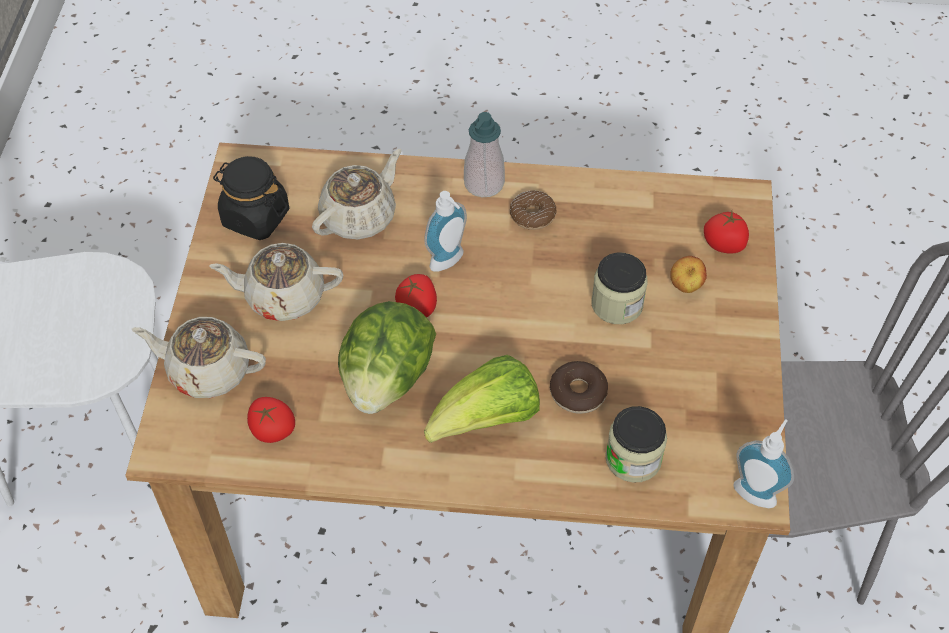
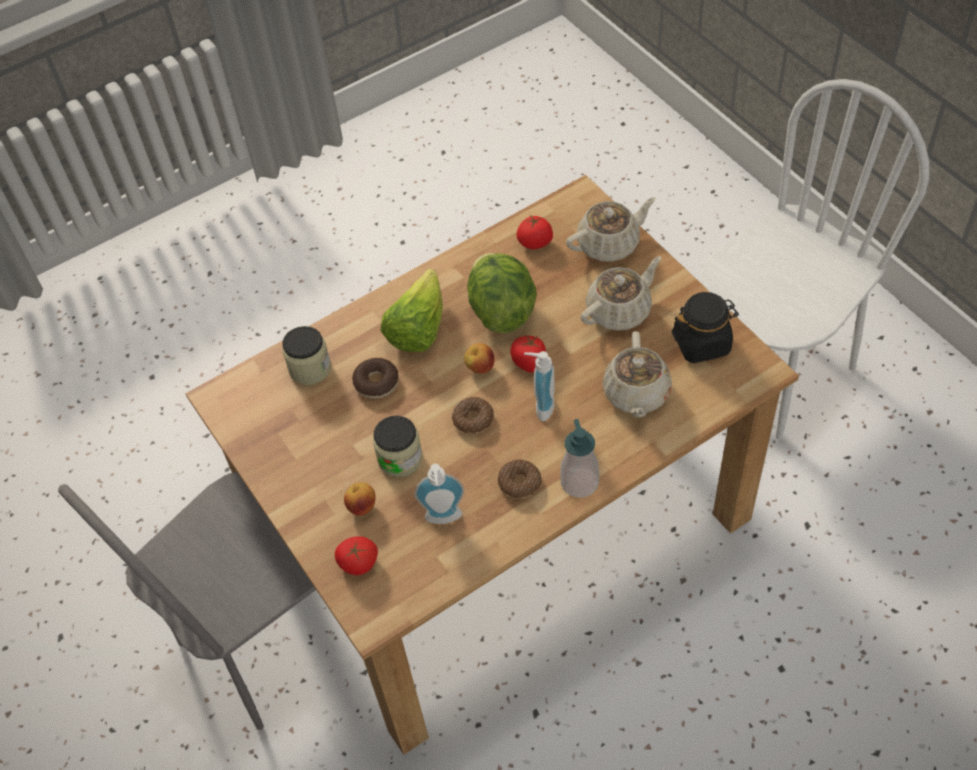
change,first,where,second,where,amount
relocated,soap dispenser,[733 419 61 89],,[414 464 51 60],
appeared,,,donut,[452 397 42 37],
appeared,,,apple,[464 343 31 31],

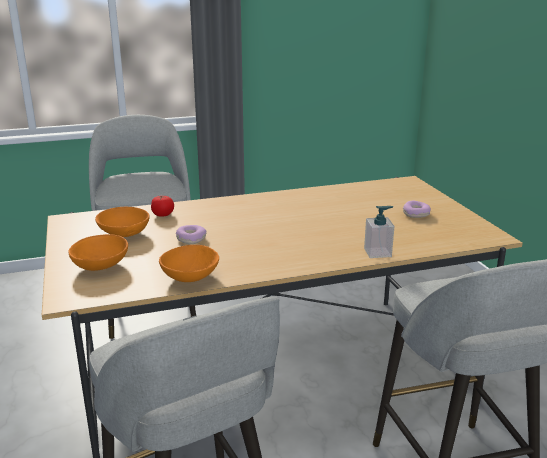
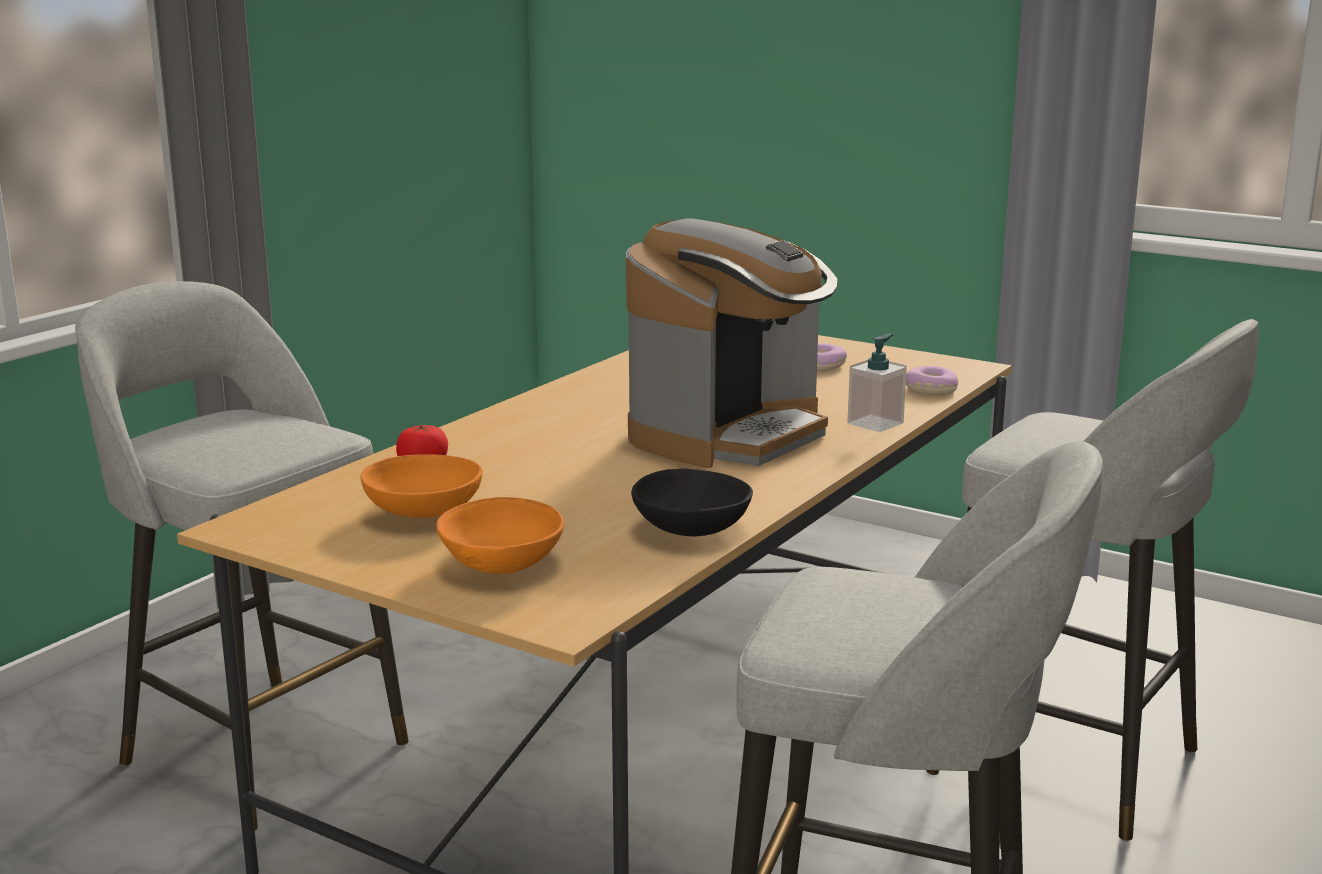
change,first,where,second,where,amount
colour,bowl (orange),[159 245 60 37],bowl (black),[631 468 122 68],
relocated,donut,[176 225 30 19],,[906 366 52 29],
appeared,,,coffee machine,[626 218 212 250],

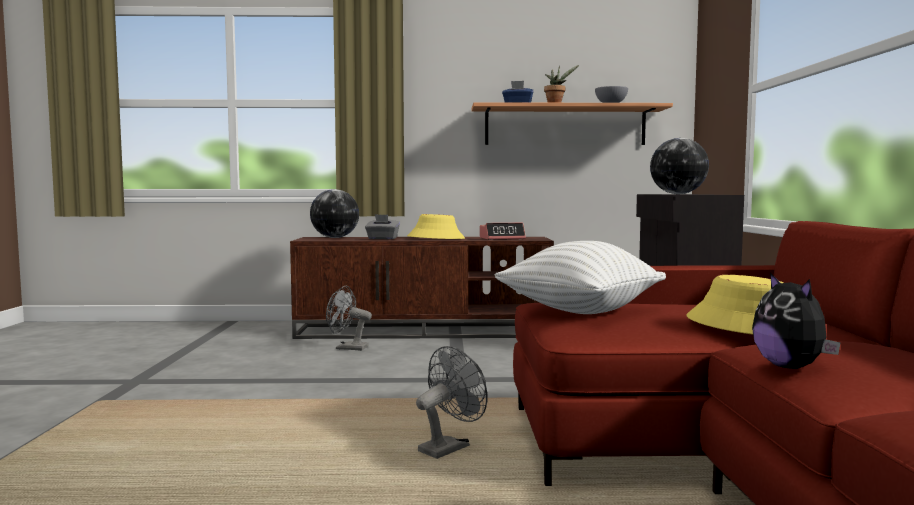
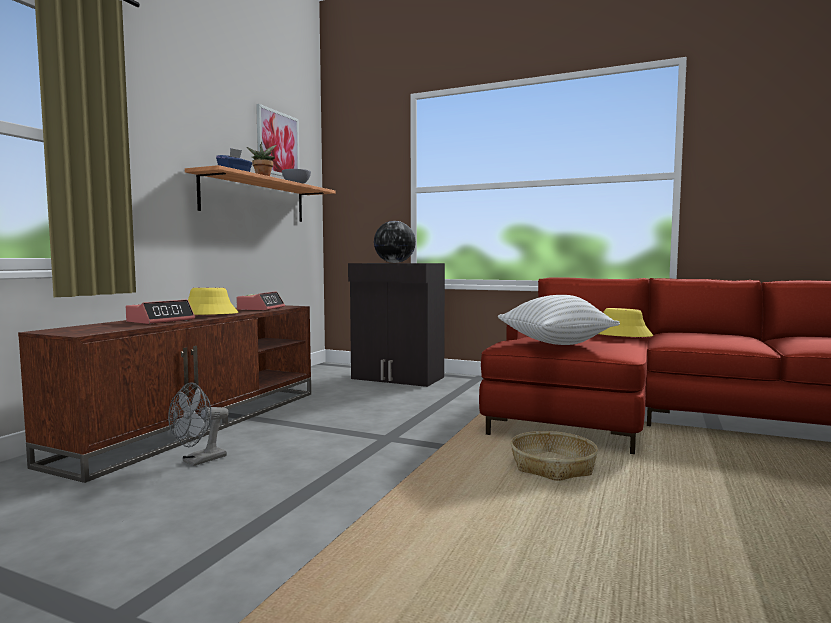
change,first,where,second,where,amount
missing,globe,[310 189 49 49],,,
exchanged,tissue box (grey),[365 214 35 25],alarm clock,[126 300 69 24],
exchanged,fan (grey),[416 346 72 113],basket,[511 431 87 50],
missing,plush toy,[752 273 89 96],,,
appeared,,,picture,[256 104 44 72],

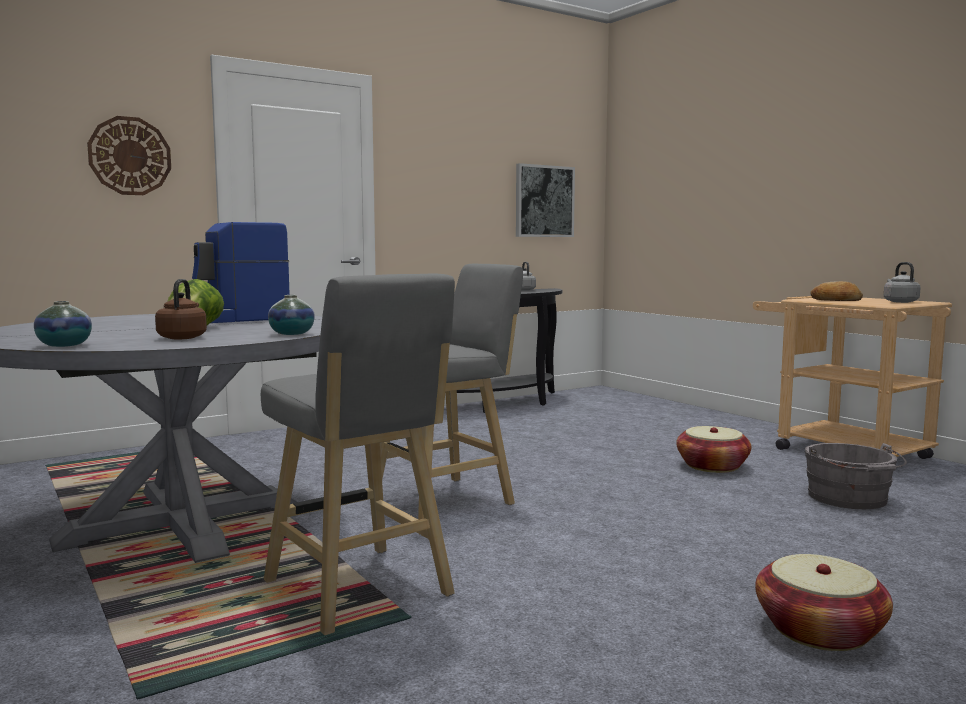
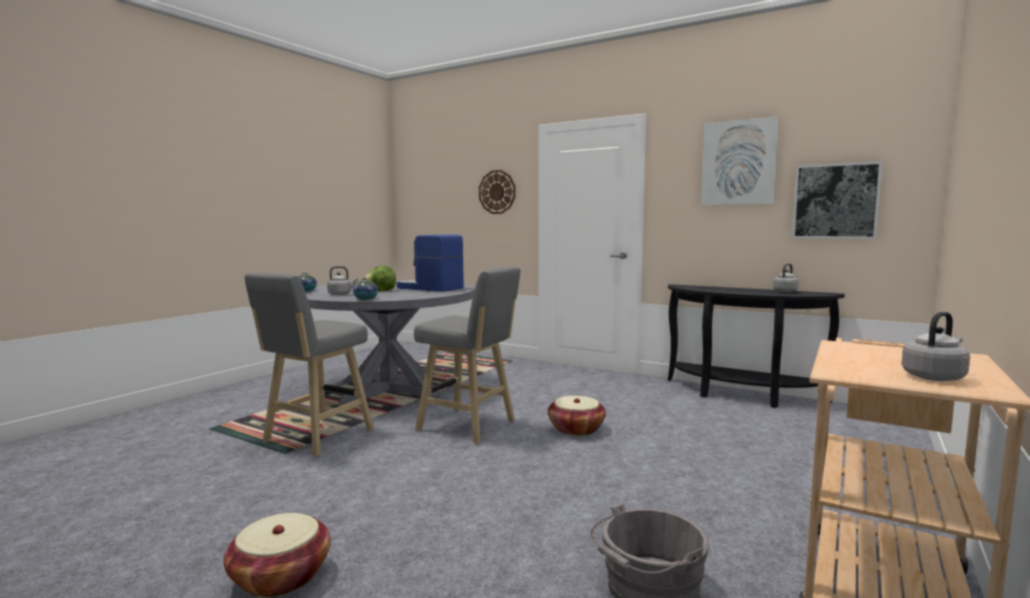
change,first,where,second,where,amount
colour,kettle (brown),[155 279 52 60],kettle (grey),[327 266 31 29],
relocated,basket,[676 426 75 47],,[548 396 58 40],
missing,bread,[810 281 53 20],,,
appeared,,,picture,[701 116 78 89],

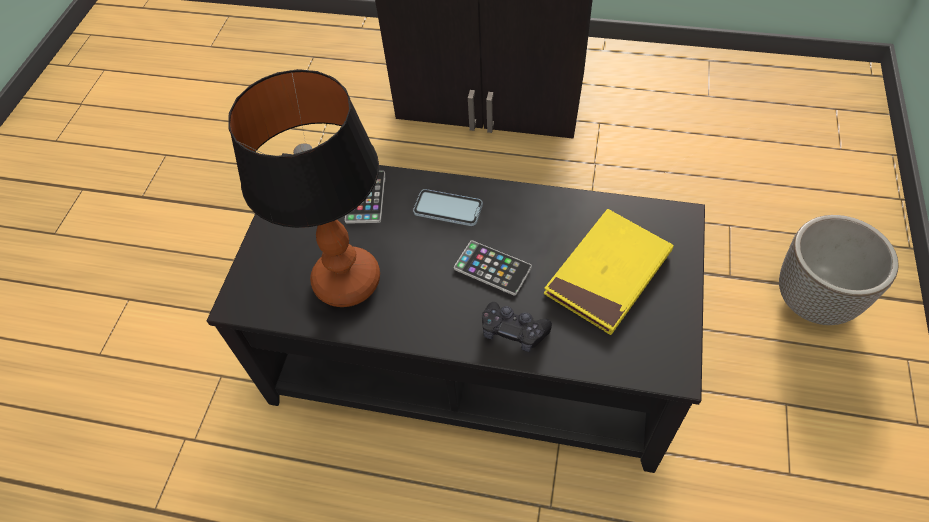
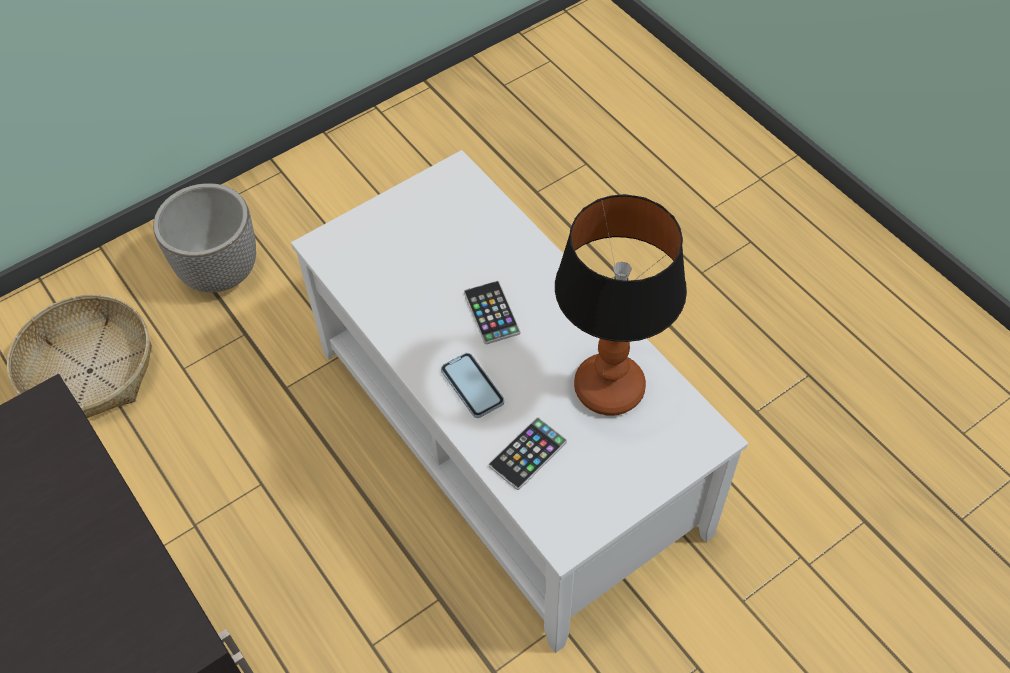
change,first,where,second,where,amount
colour,coffee table (black),[207 153 498 320],coffee table (white),[291 150 457 503],
missing,game controller (black),[482 302 70 50],,,
missing,book (yellow),[544 209 130 126],,,
appeared,,,basket,[7 294 145 124],

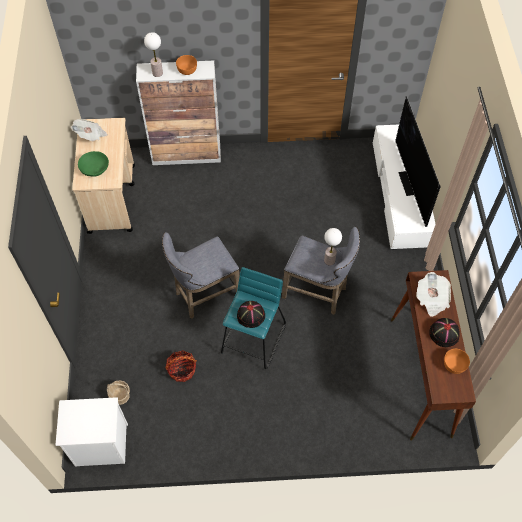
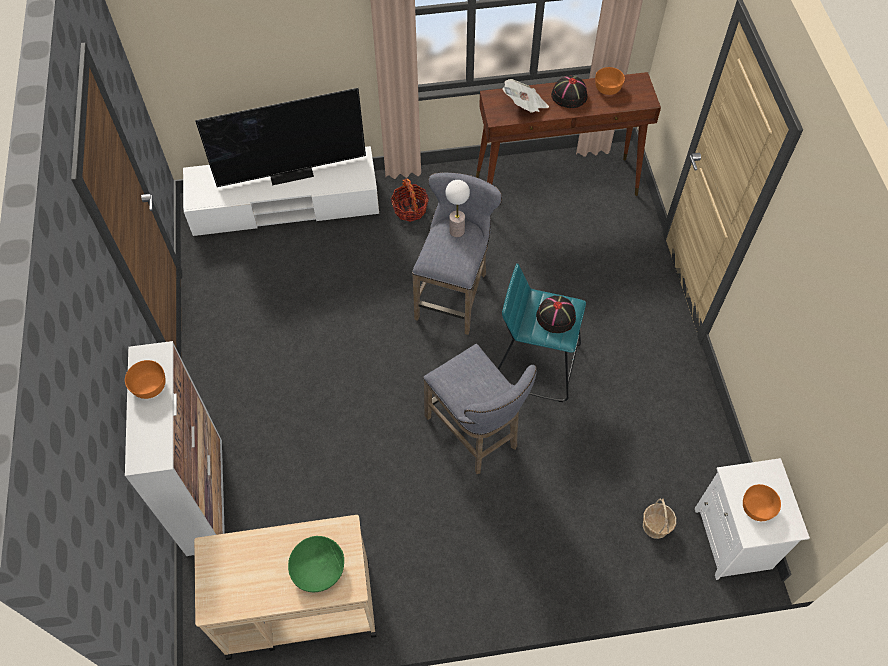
change,first,where,second,where,amount
missing,newspaper,[71 119 37 22],,,
missing,table lamp,[144 32 19 45],,,
relocated,basket,[165 350 32 32],,[391 179 38 43],
appeared,,,bowl (orange),[743 484 38 37],

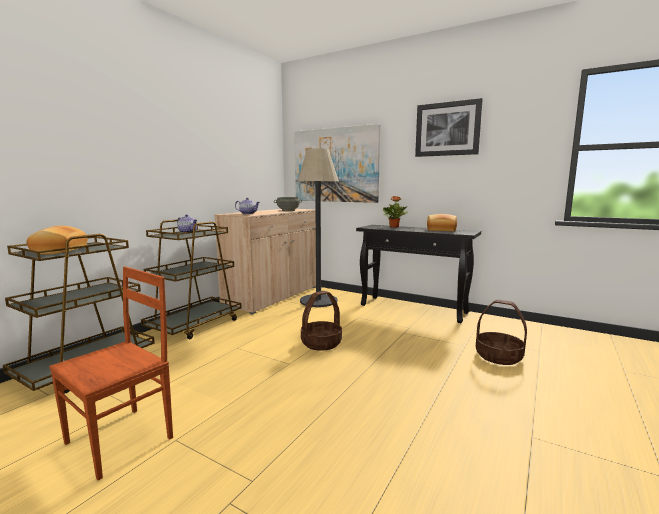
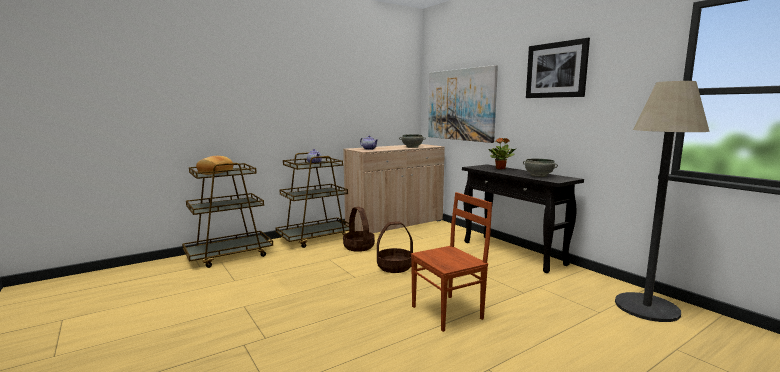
change,first,where,second,where,amount
relocated,chair (brown),[49 266 124 215],,[411 192 81 140],
relocated,floor lamp,[298 148 41 159],,[615 81 95 241],
exchanged,bread,[427 214 30 18],bowl (grey),[523 159 35 18],
relocated,basket,[476 300 51 65],,[343 207 32 45],

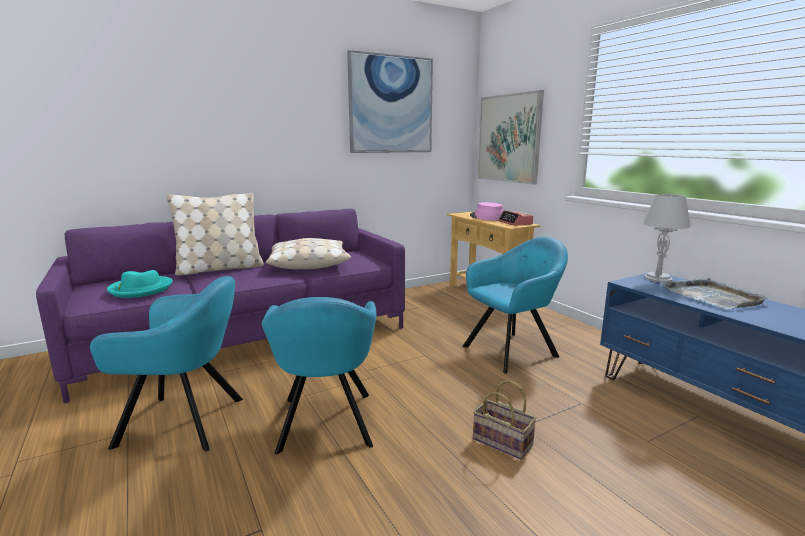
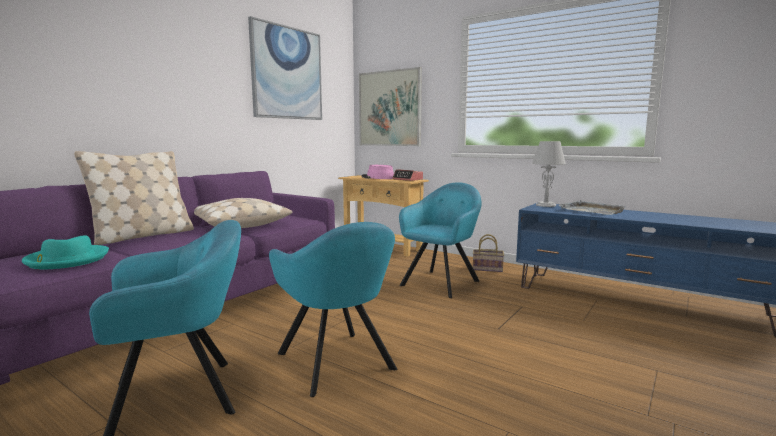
change,first,where,second,where,amount
relocated,basket,[473 380 64 80],,[473 234 31 38],

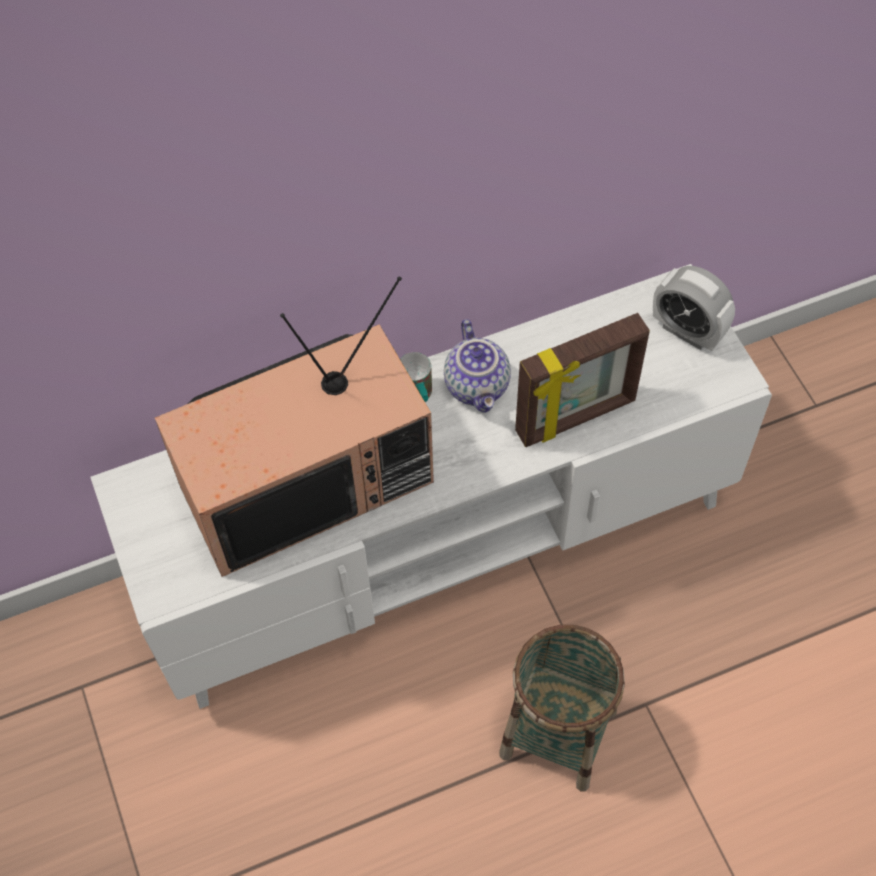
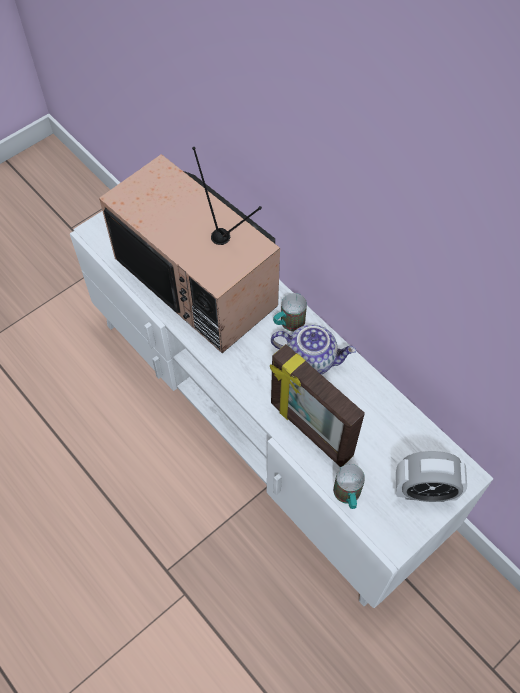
change,first,where,second,where,amount
spun,teapot,[444 319 67 94],,[271 324 85 51],135 degrees counterclockwise
missing,basket,[499 625 126 166],,,
spun,alarm clock,[653 266 82 85],,[396 451 71 51],105 degrees counterclockwise
appeared,,,mug,[333 464 32 45],

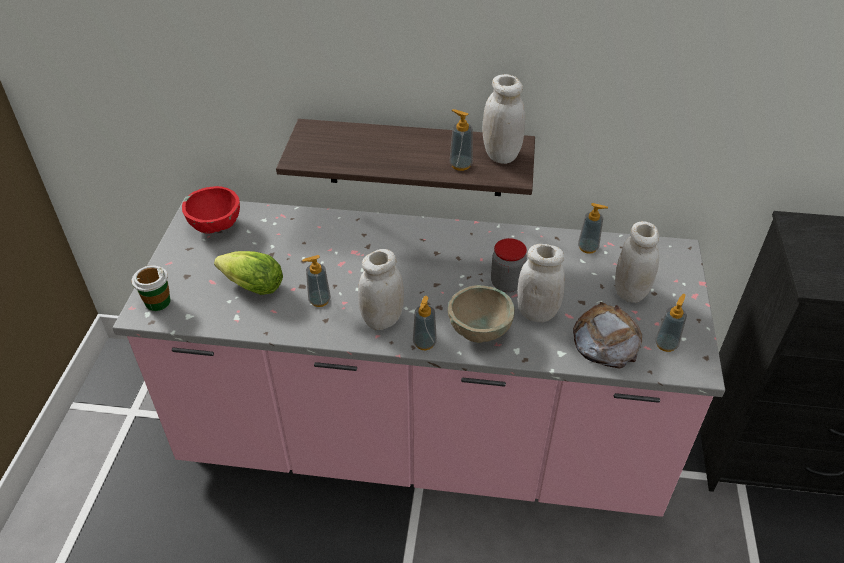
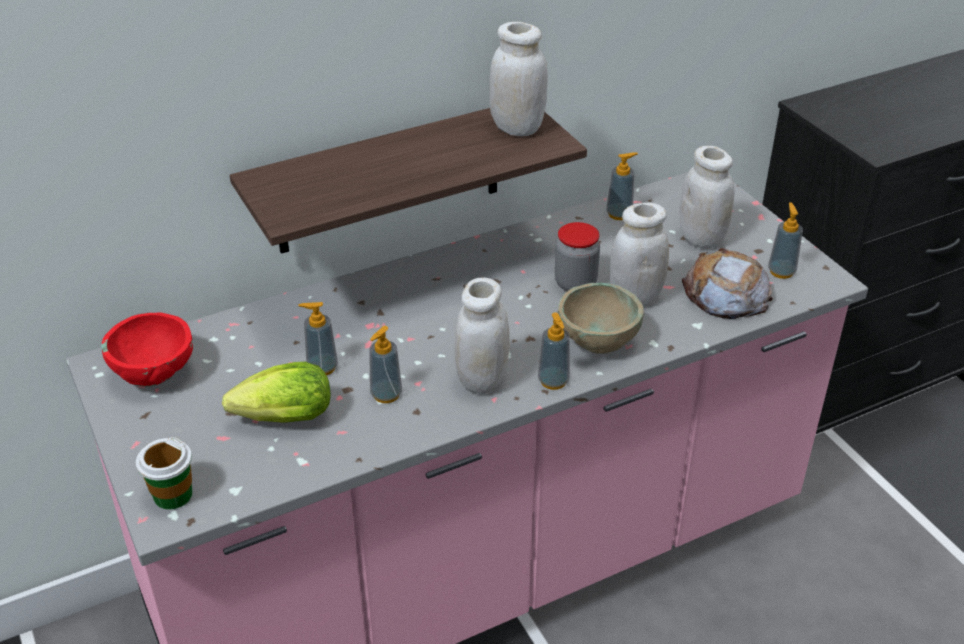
change,first,where,second,where,amount
relocated,soap dispenser,[450 109 23 62],,[298 302 40 73],

